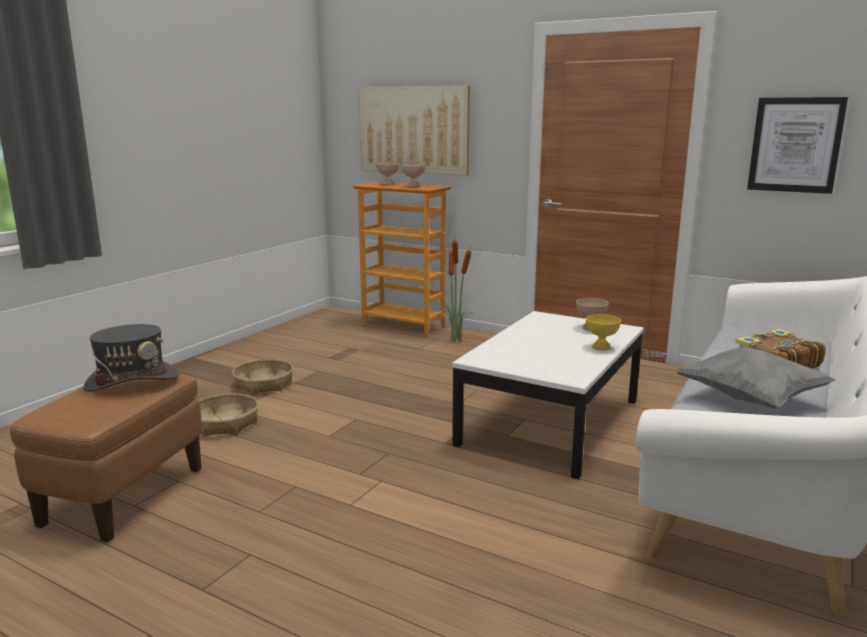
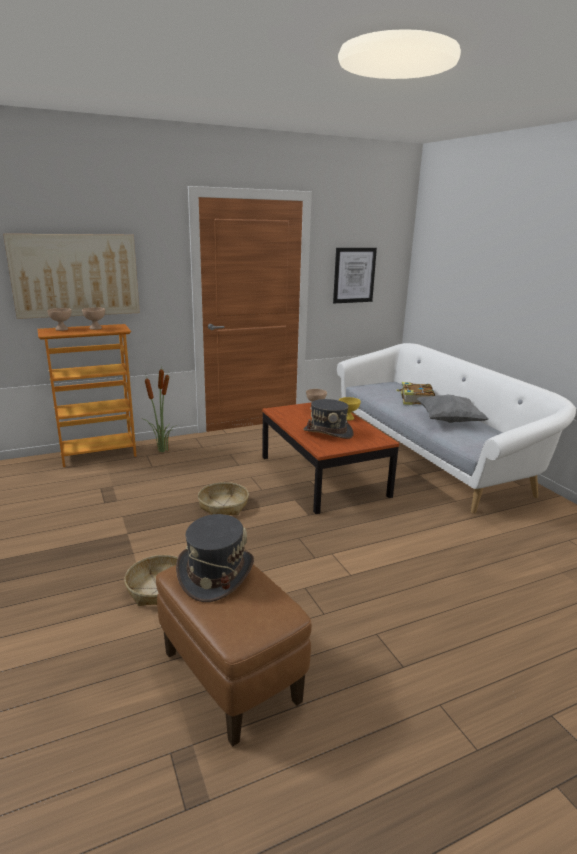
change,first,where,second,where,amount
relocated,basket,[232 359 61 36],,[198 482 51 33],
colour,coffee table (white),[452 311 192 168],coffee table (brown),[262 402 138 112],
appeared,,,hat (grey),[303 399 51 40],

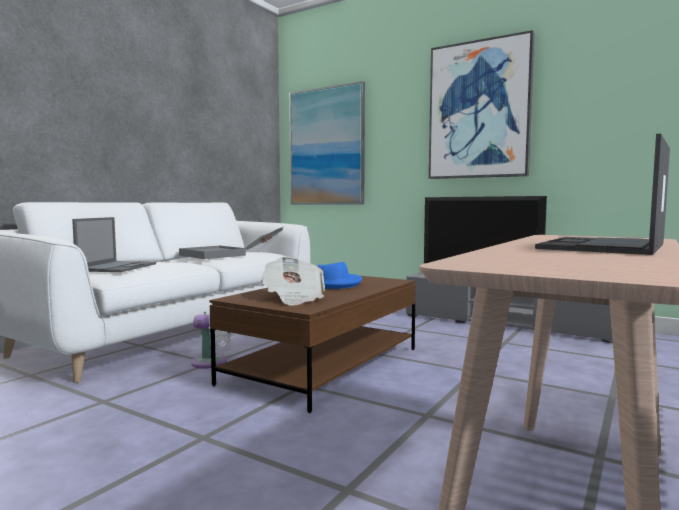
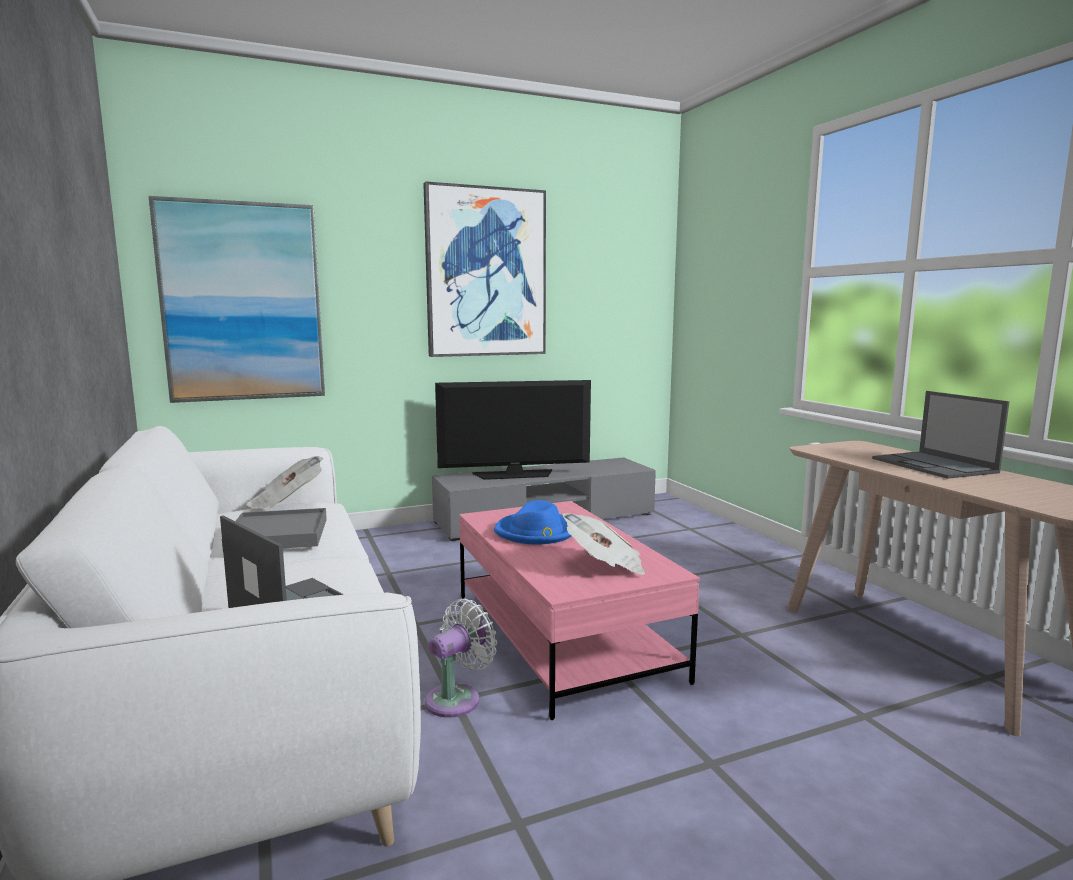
change,first,where,second,where,amount
colour,coffee table (brown),[210 276 206 137],coffee table (pink),[459 501 241 219],

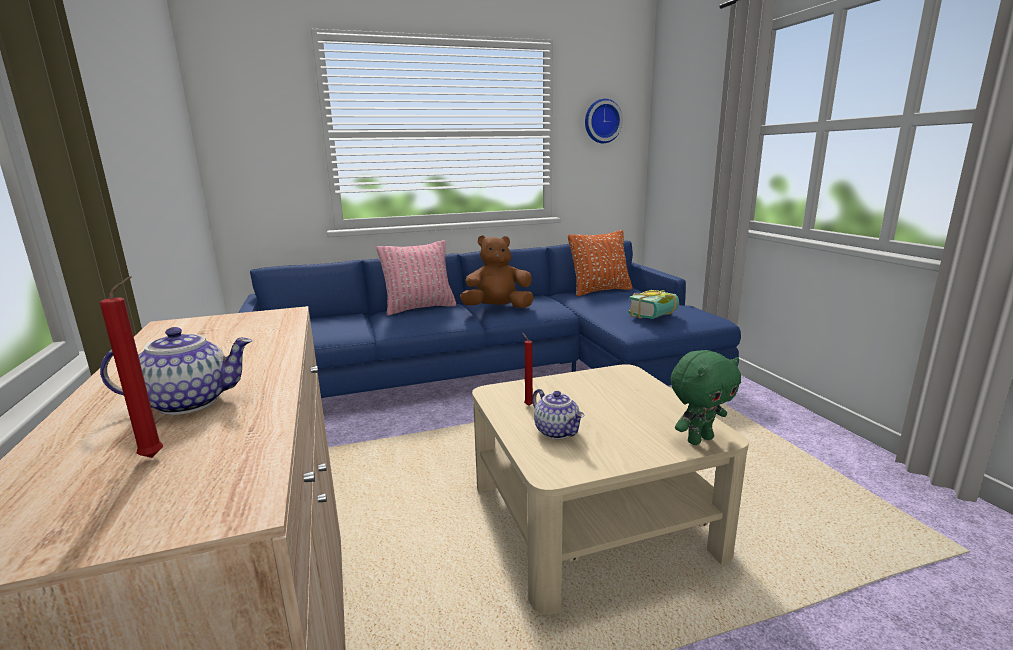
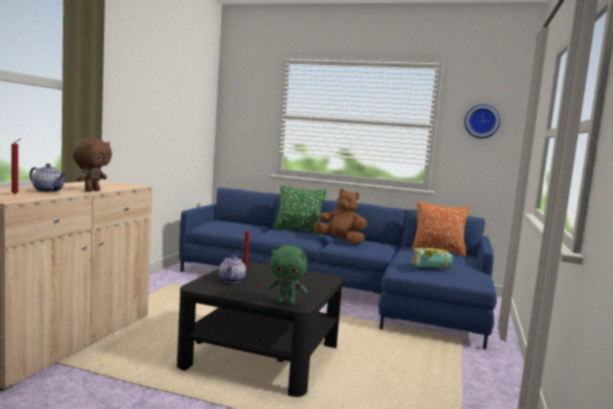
change,first,where,second,where,amount
colour,pillow (pink),[377 240 79 75],pillow (green),[274 186 52 49],
colour,coffee table (beige),[472 364 277 251],coffee table (black),[177 261 166 136],
appeared,,,plush toy (brown),[72 138 40 54],

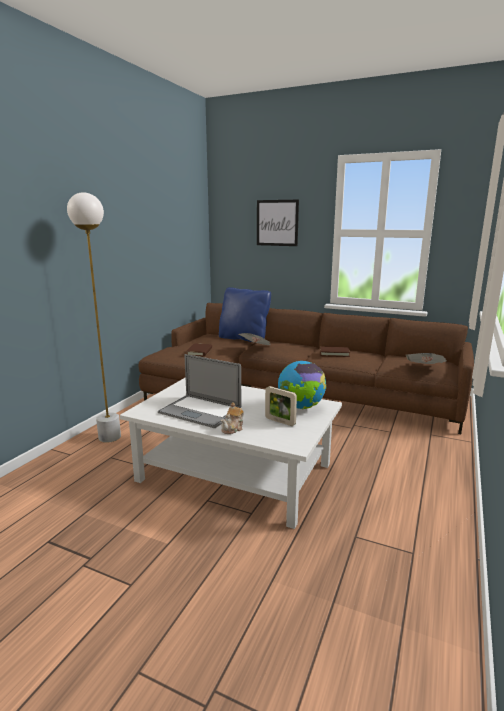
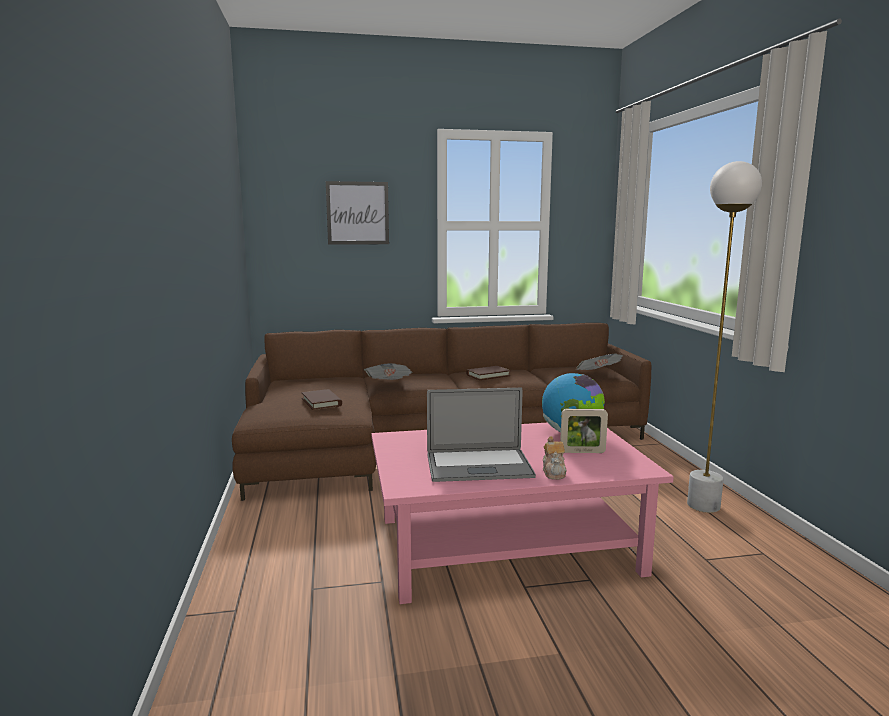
change,first,where,second,where,amount
relocated,floor lamp (white),[67 192 54 251],,[687 161 75 352],
colour,coffee table (white),[120 378 222 151],coffee table (pink),[371 422 303 182],
missing,pillow (blue),[219 287 52 55],,,

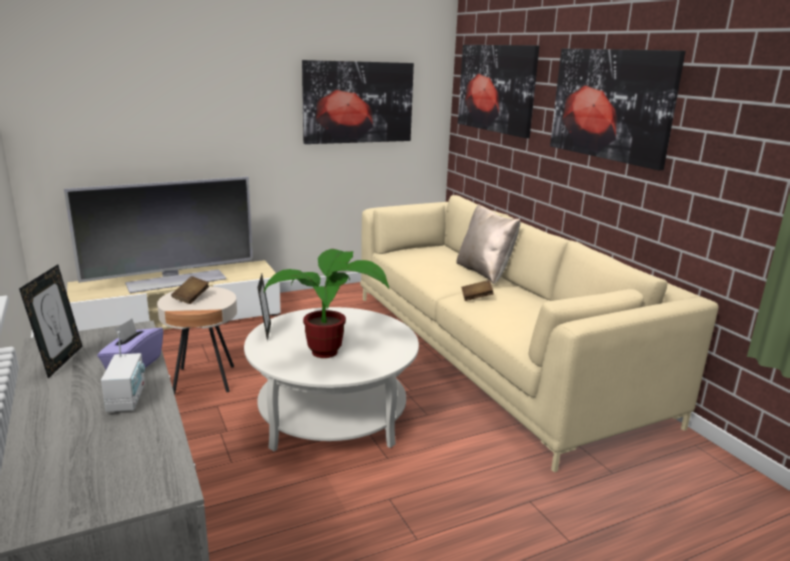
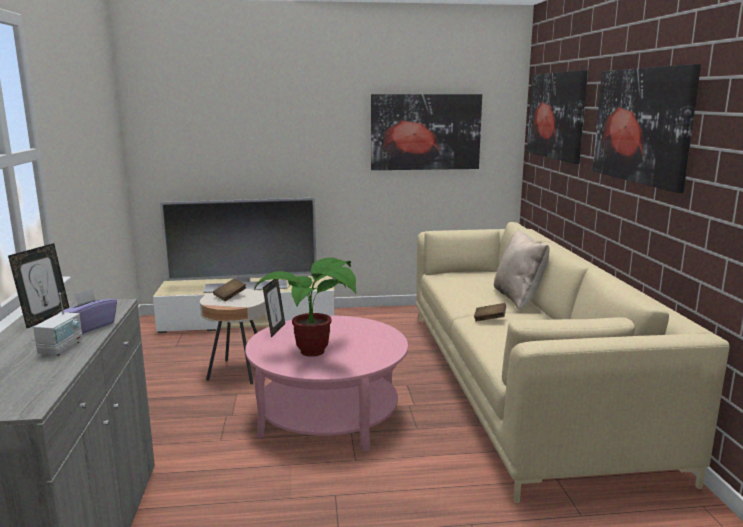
change,first,where,second,where,amount
colour,coffee table (white),[244 307 175 144],coffee table (pink),[245 316 163 136],

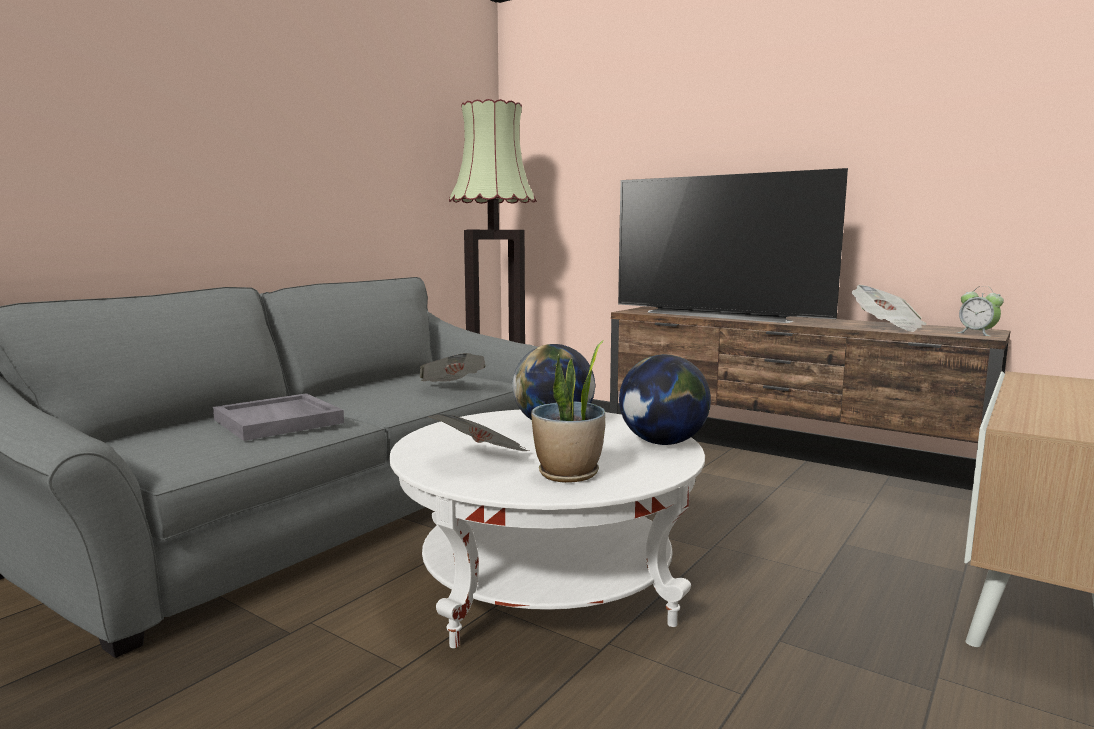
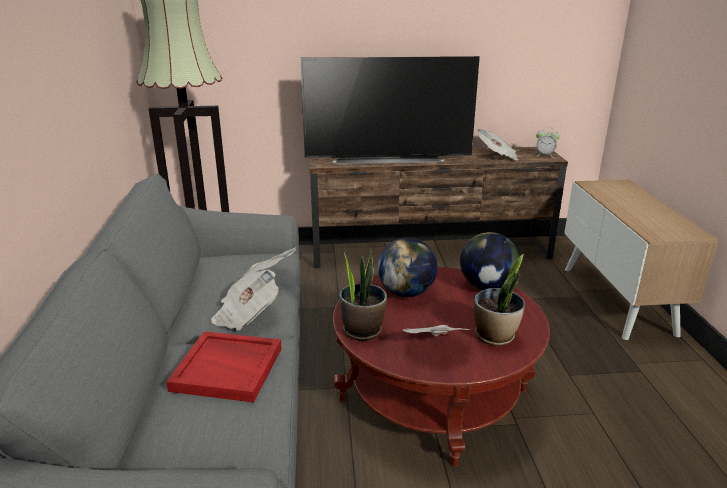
change,first,where,second,where,amount
colour,tray (grey),[213 393 131 48],tray (red),[166 331 116 71],
colour,coffee table (white),[389 410 316 238],coffee table (red),[333 267 217 200],
appeared,,,newspaper,[211 270 67 60],
appeared,,,potted plant,[340 248 47 93],

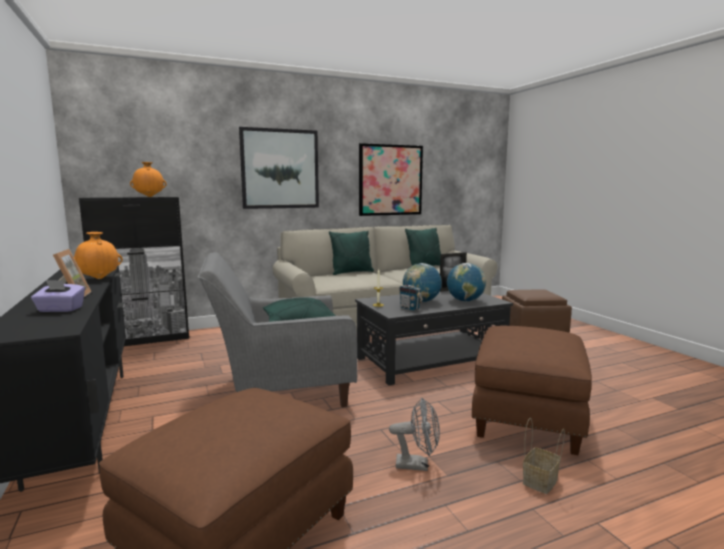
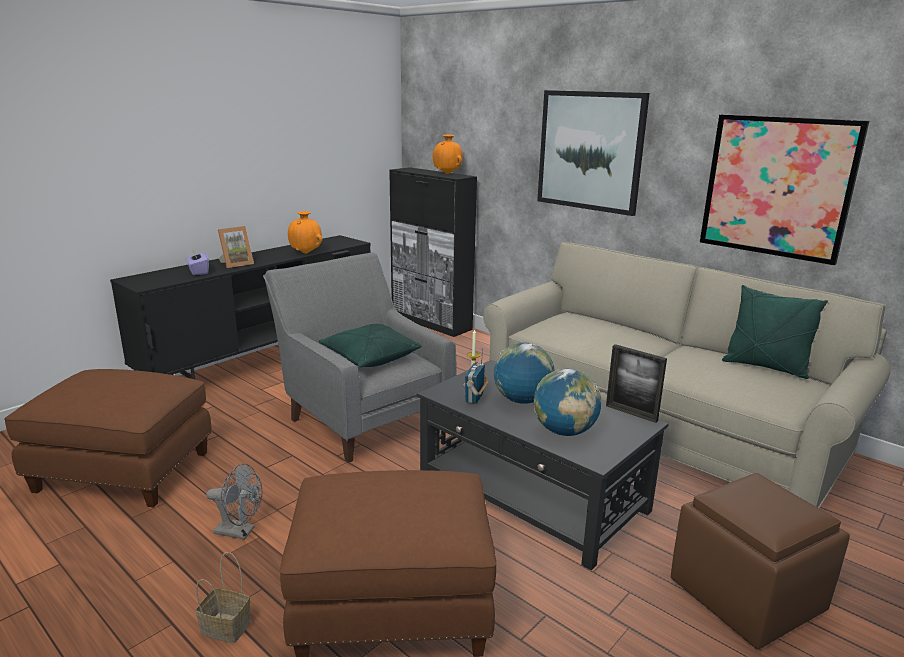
change,first,where,second,where,amount
missing,pillow (green),[329 231 45 44],,,
spun,fan (grey),[389 398 51 73],,[206 463 56 77],60 degrees counterclockwise

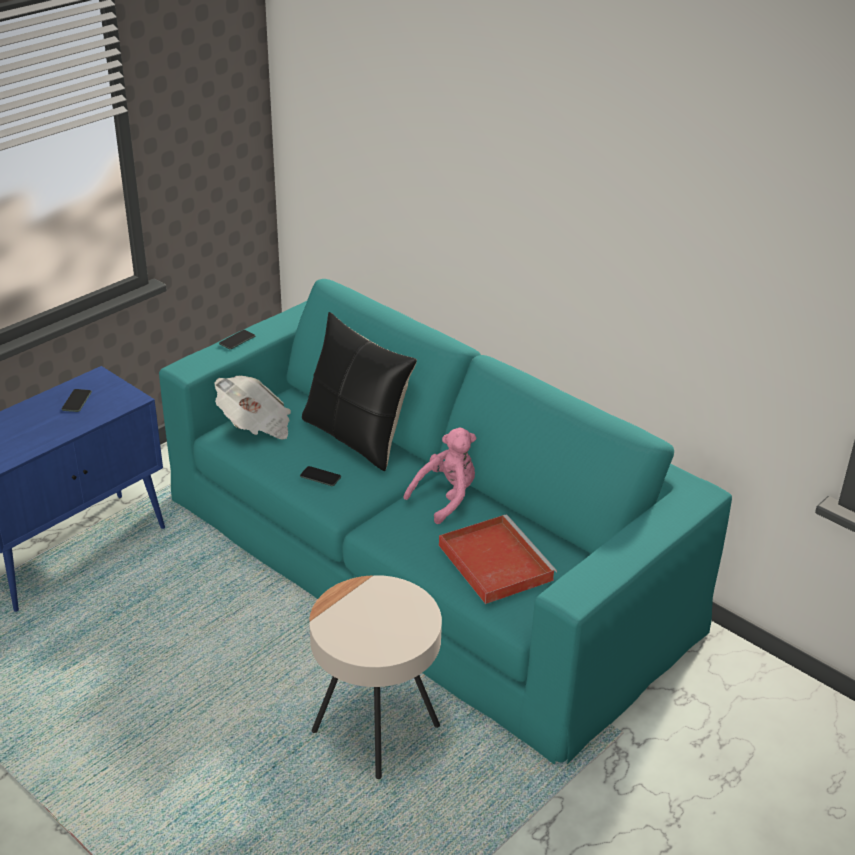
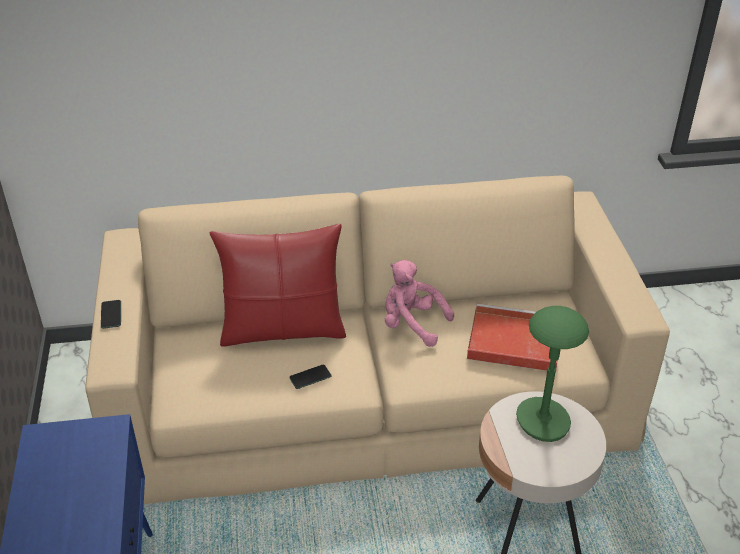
change,first,where,second,where,amount
missing,phone,[61 389 31 23],,,
colour,sofa (turquoise),[159 279 573 486],sofa (beige),[85 176 585 328],
missing,newspaper,[214 376 77 63],,,
colour,pillow (black),[302 312 115 159],pillow (red),[209 224 137 123],
spun,plush toy (pink),[404 427 72 97],,[385 260 69 87],60 degrees counterclockwise
appeared,,,table lamp (green),[516 306 73 136],

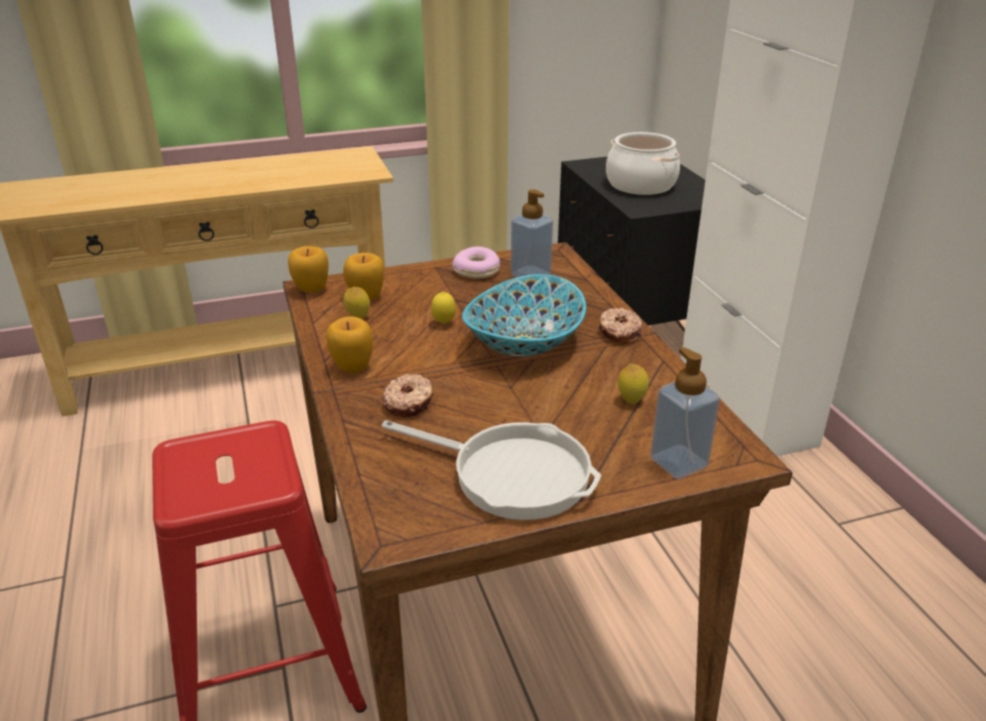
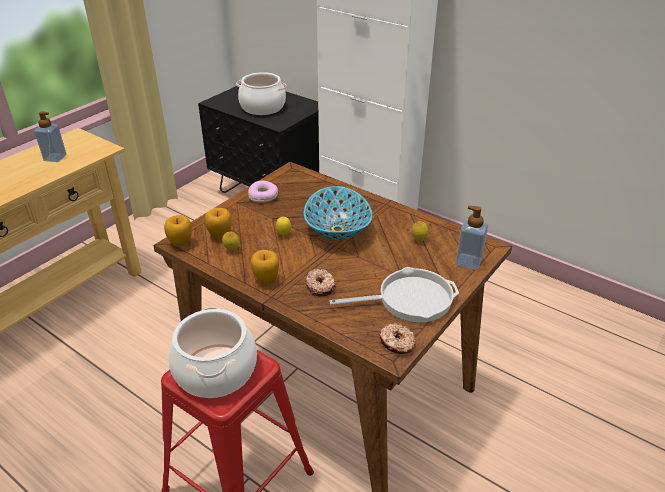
change,first,where,second,where,amount
relocated,soap dispenser,[511 190 42 87],,[34 111 32 51],
relocated,donut,[599 308 44 35],,[379 323 37 31],
appeared,,,cooking pot,[168 307 89 91],

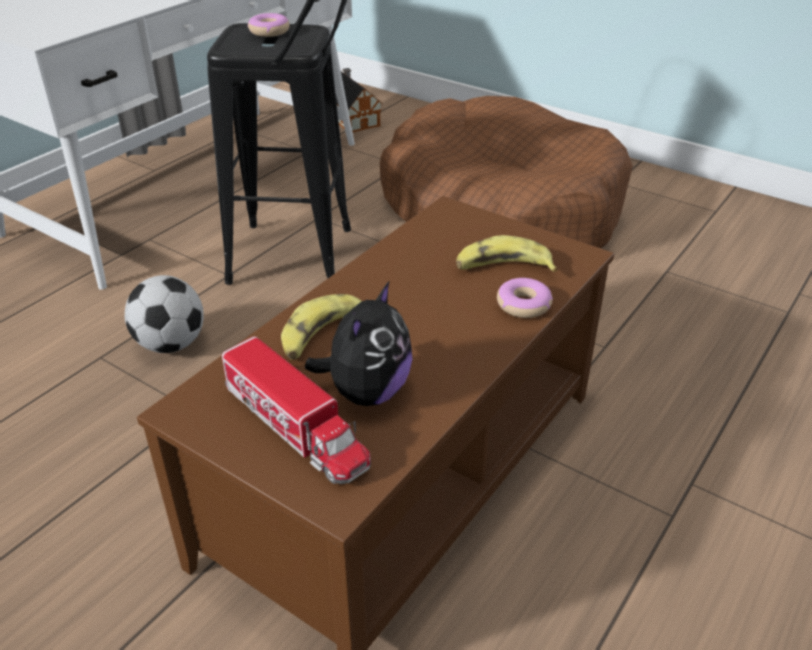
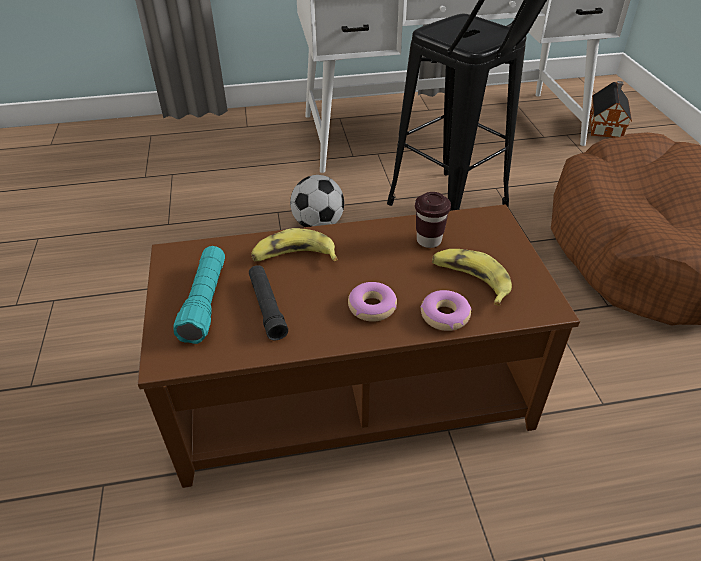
change,first,where,second,where,amount
exchanged,toy truck,[222 336 149 148],flashlight (turquoise),[173 246 52 98],
relocated,donut,[248 13 42 24],,[348 282 49 40],
exchanged,plush toy,[305 282 107 124],flashlight (black),[249 265 39 75],
appeared,,,cup (brown),[415 192 36 56],

